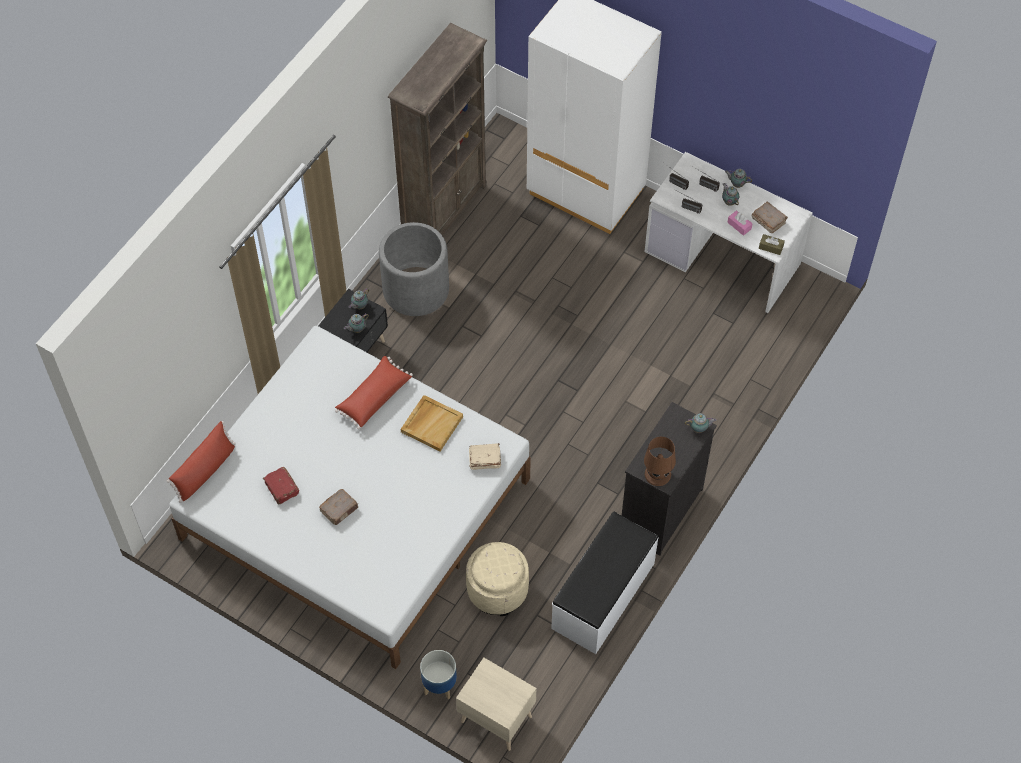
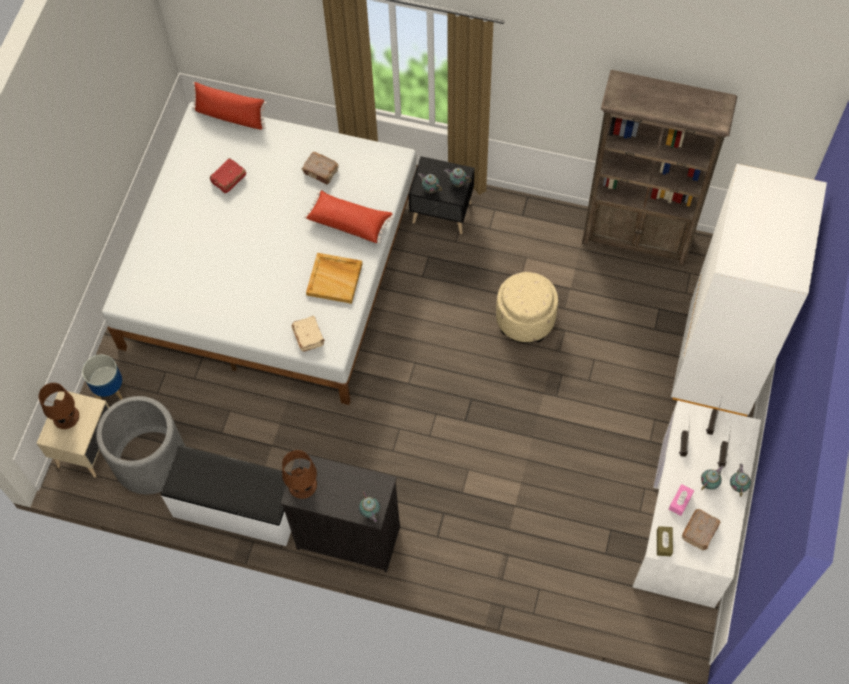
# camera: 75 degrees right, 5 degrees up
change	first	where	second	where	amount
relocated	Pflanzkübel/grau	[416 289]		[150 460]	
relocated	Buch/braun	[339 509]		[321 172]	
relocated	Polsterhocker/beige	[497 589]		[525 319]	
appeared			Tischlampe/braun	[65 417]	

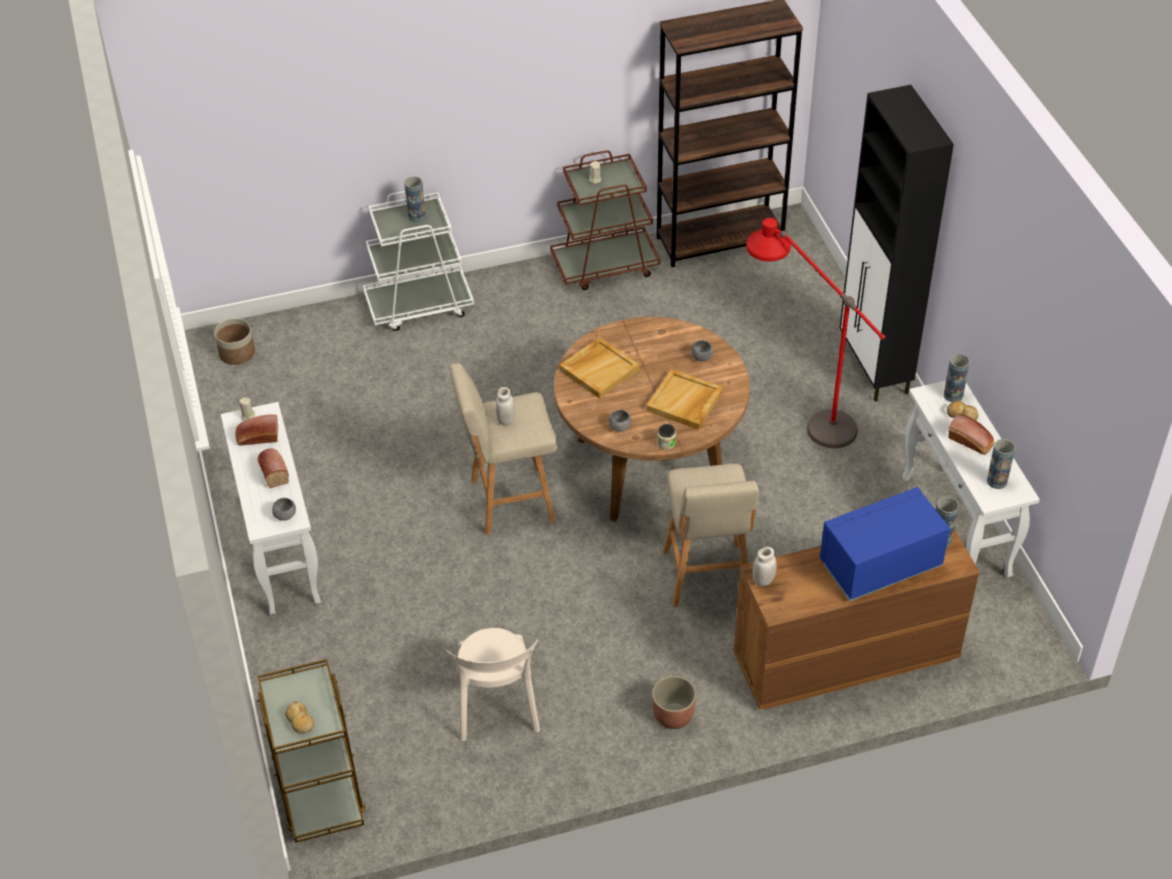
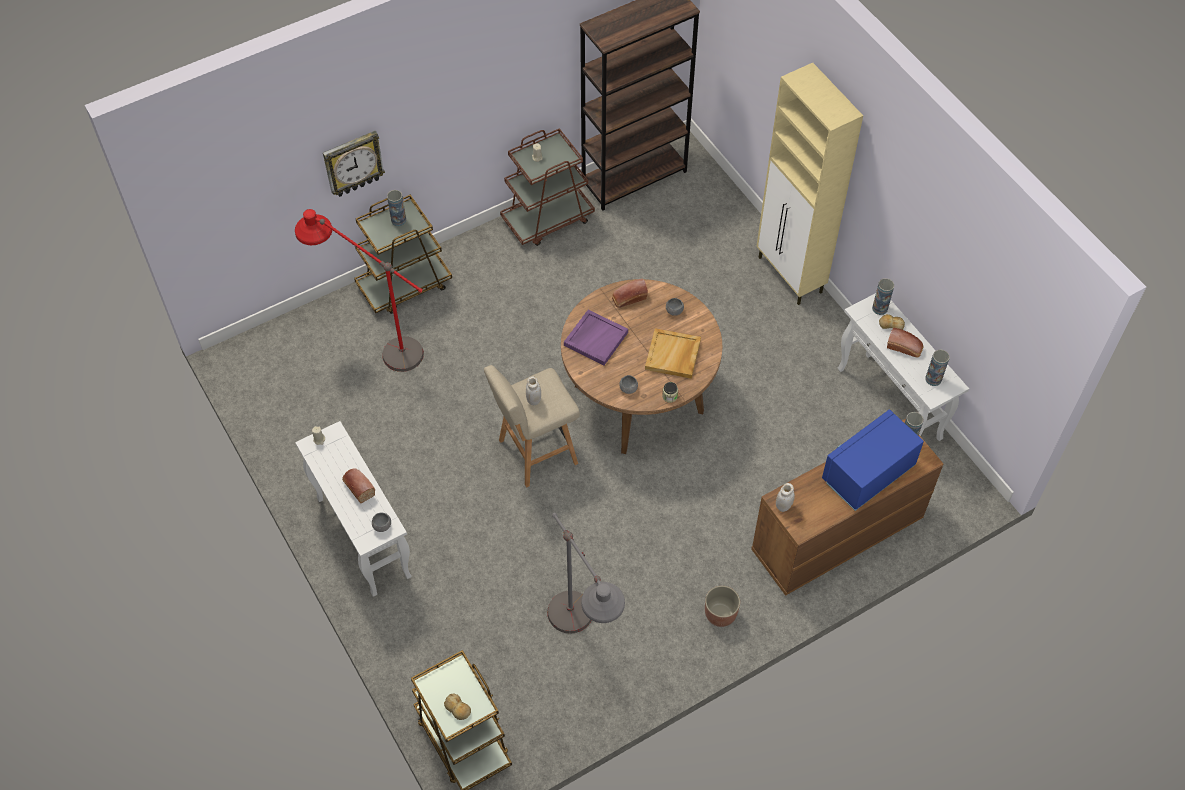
# camera: 15 degrees left, 10 degrees up
change	first	where	second	where	amount
colour	Schrank/schwarz	[874 369]	Schrank/beige	[790 276]	
colour	Rollwagen/weiß	[420 305]	Rollwagen/braun	[405 285]	
relocated	Stehlampe/rot	[801 414]		[376 345]	
missing	Pflanzkübel	[237 353]			
colour	Tablett/beige	[599 369]	Tablett/lila	[595 338]	
relocated	Brot	[257 437]		[628 298]	
missing	Hocker/beige	[707 577]			
exchanged	Stuhl/beige	[497 710]	Stehlampe/grau	[582 640]	
appeared			Wanduhr	[353 163]	

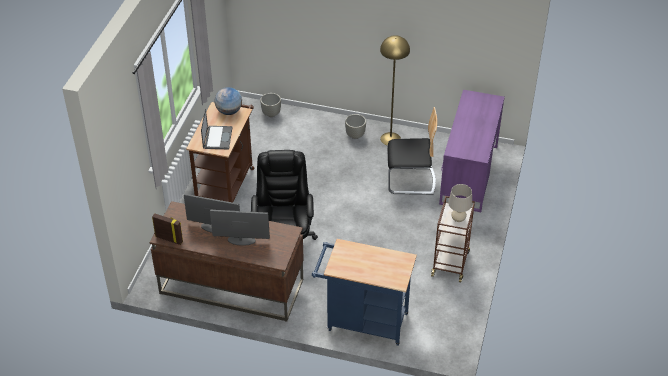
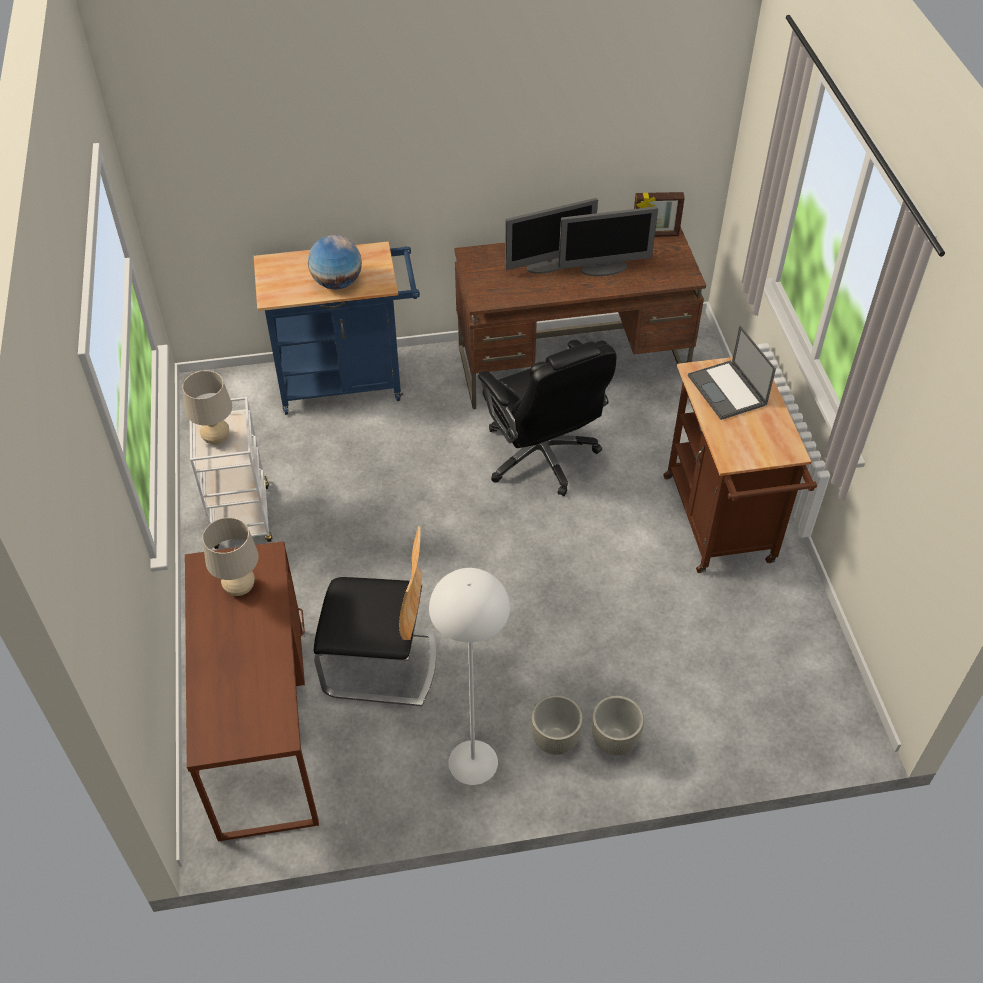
# camera: 155 degrees right, 5 degrees up
change	first	where	second	where	amount
colour	Stehlampe/gelb	[390 139]	Stehlampe/weiß	[472 762]	
relocated	Globus	[229 111]		[337 283]	
colour	Schreibtisch/lila	[468 174]	Schreibtisch/braun	[263 728]	
relocated	Pflanzkübel/grau	[271 113]		[614 741]	
spun	Stuhl	[410 180]		[380 665]	150 degrees counterclockwise
colour	Rollwagen/braun	[450 263]	Rollwagen/weiß	[242 518]	
appeared			Tischlampe/beige	[240 588]	

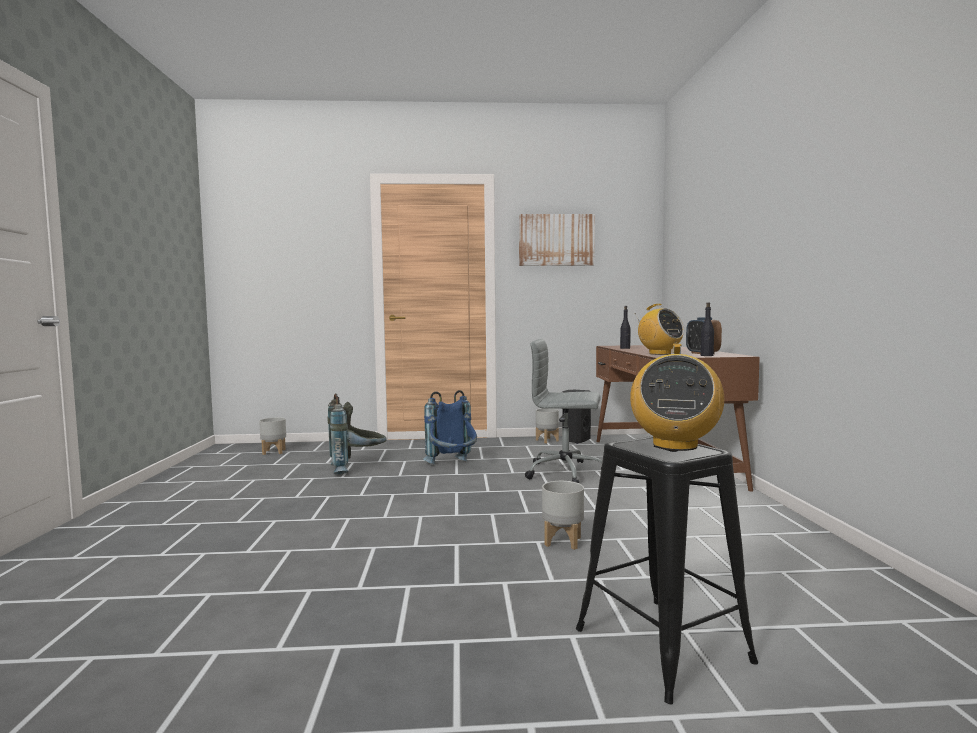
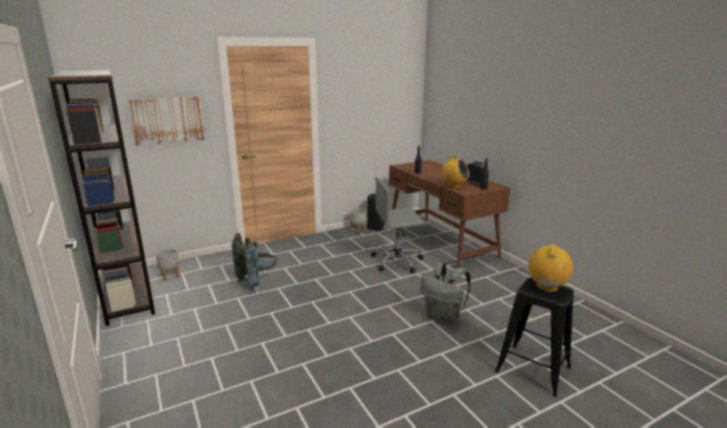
# camera: 25 degrees left, 15 degrees up
change	first	where	second	where	amount
relocated	Bild	[556 240]		[168 120]	
spun	Radio	[674 445]		[547 287]	150 degrees counterclockwise
missing	Rucksack/blau	[453 467]			
exchanged	Pflanzkübel/grau	[563 541]	Rucksack/grau	[443 318]	
appeared			Bücherregal/braun	[128 295]	

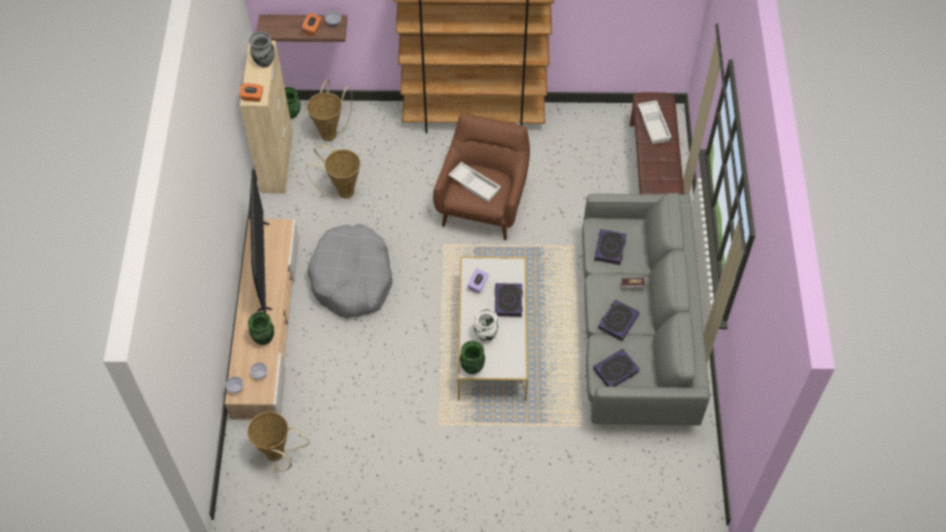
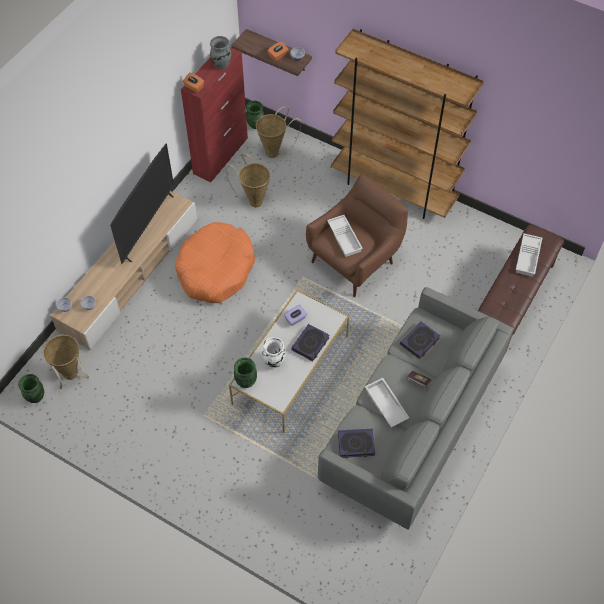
# camera: 30 degrees right, 0 degrees up
change	first	where	second	where	amount
colour	Schrank/beige	[277 161]	Schrank/rot	[221 155]	
colour	Hundebett/grau	[352 278]	Hundebett/orange	[216 270]	
exchanged	Buch	[618 321]	Tablett/weiß	[385 405]	
relocated	Vase/grün	[264 339]		[36 397]	

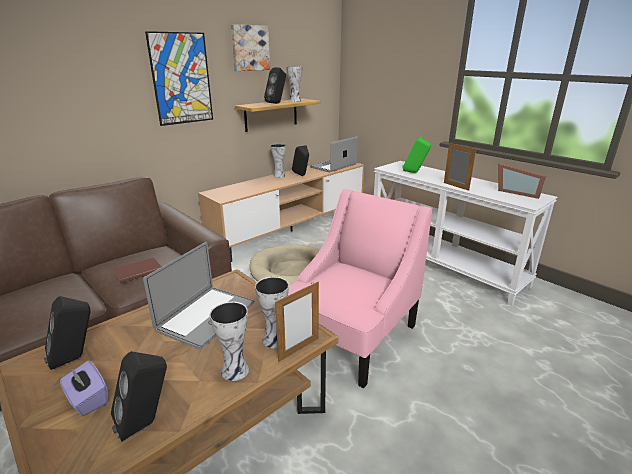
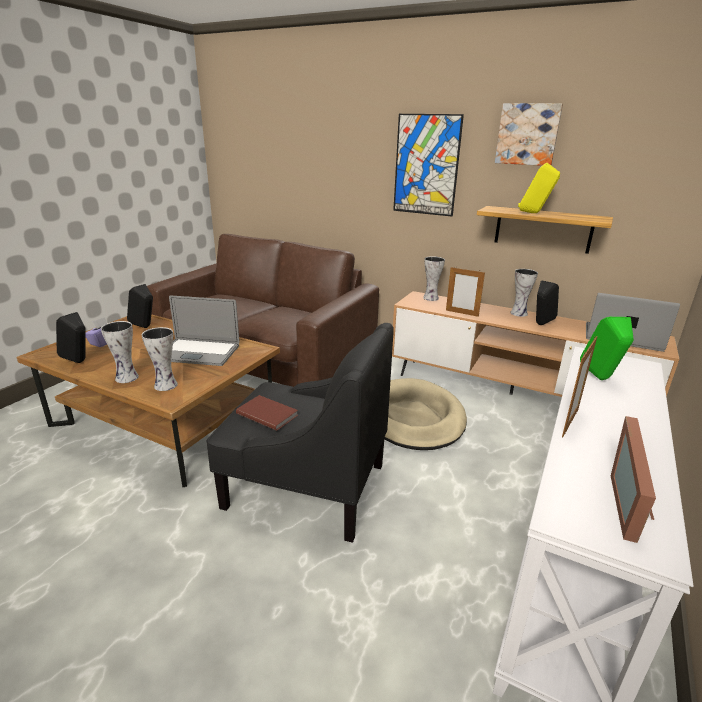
# camera: 70 degrees right, 0 degrees up
change	first	where	second	where	amount
relocated	Vase	[295 101]		[430 298]	
colour	Lautsprecher/schwarz	[277 103]	Lautsprecher/gelb	[534 213]	
colour	Sessel/rosa	[351 336]	Sessel/schwarz	[305 486]	
relocated	Buch/braun	[137 271]		[267 414]	
relocated	Bilderrahmen	[299 349]		[462 313]	

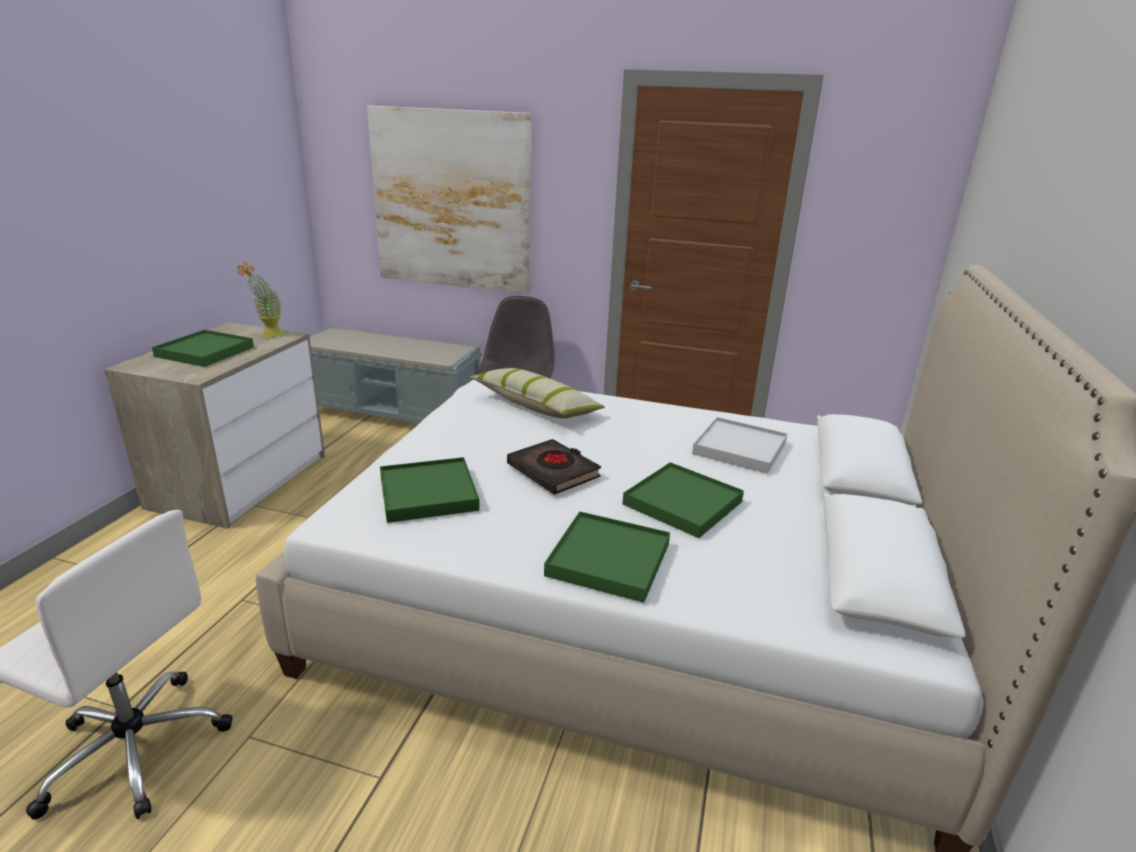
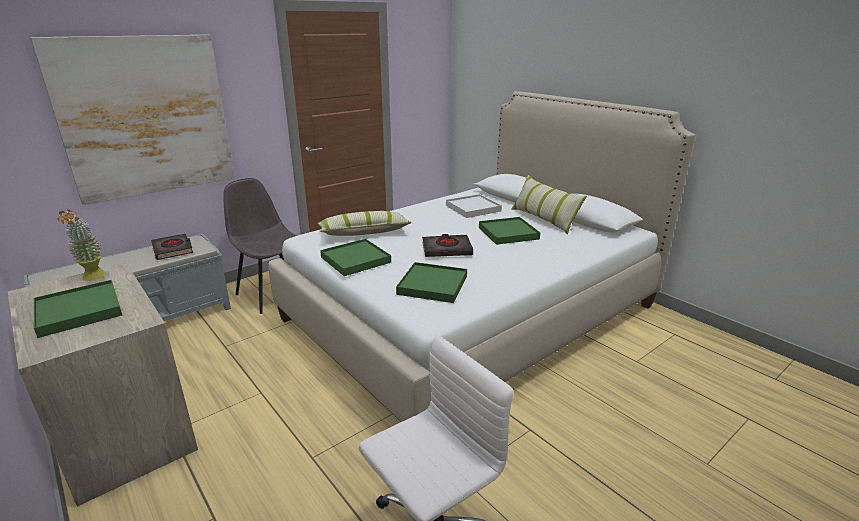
# camera: 55 degrees left, 0 degrees up
change	first	where	second	where	amount
relocated	Tablett/grün	[608 560]		[356 260]	
appeared			Kissen	[544 219]	
appeared			Buch/schwarz	[173 250]	

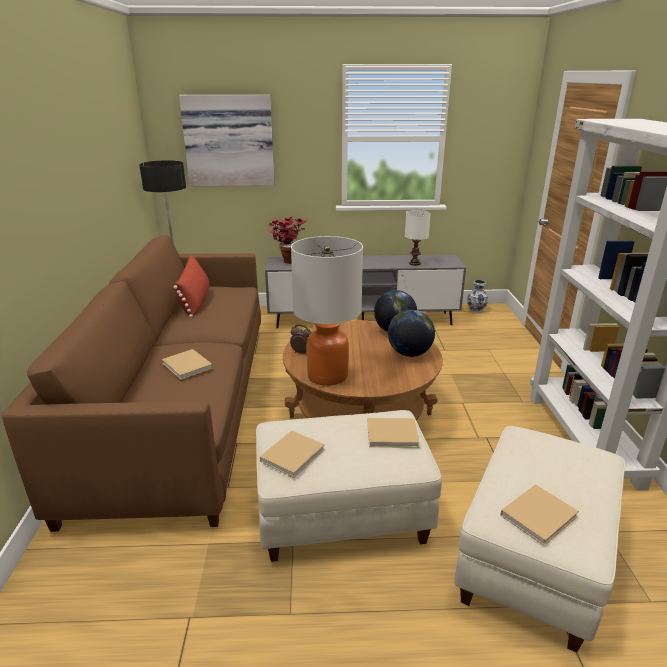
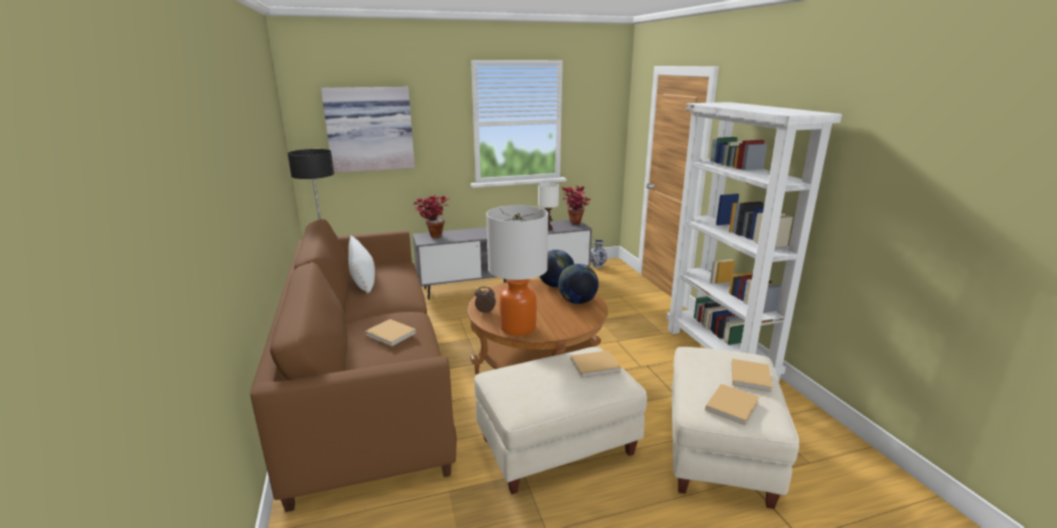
# camera: 15 degrees left, 5 degrees down
change	first	where	second	where	amount
colour	Kissen/rot	[195 301]	Kissen/weiß	[363 278]	
relocated	Buch/beige	[294 454]		[750 376]	
appeared			Topfpflanze	[575 224]	

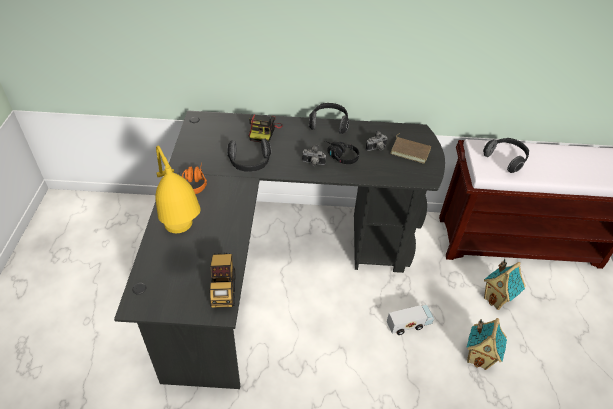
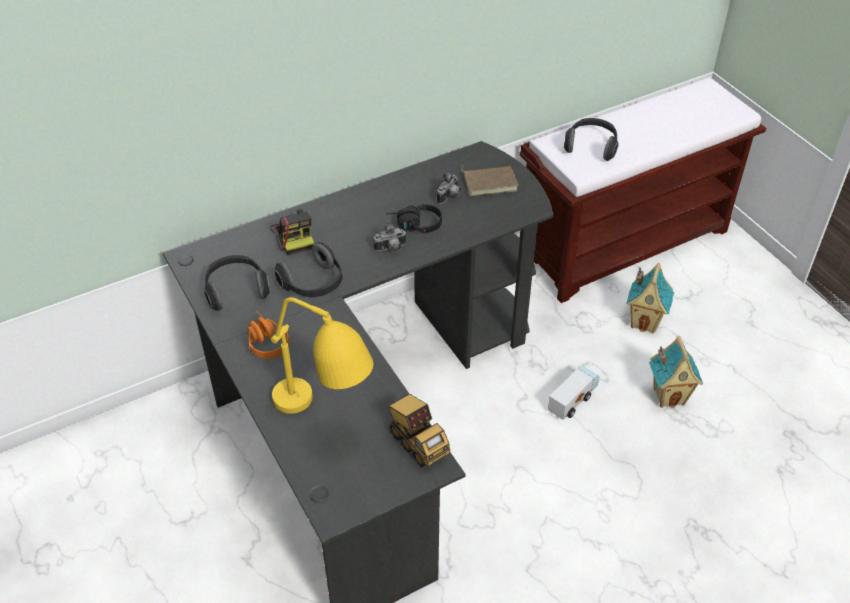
# camera: 30 degrees left, 0 degrees up
change	first	where	second	where	amount
relocated	Kopfhörer	[329 124]		[236 290]	

